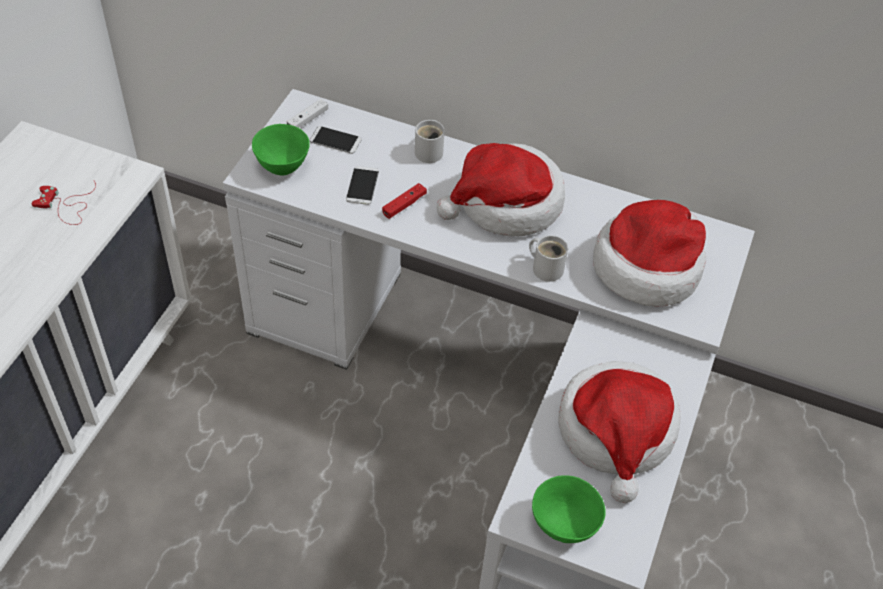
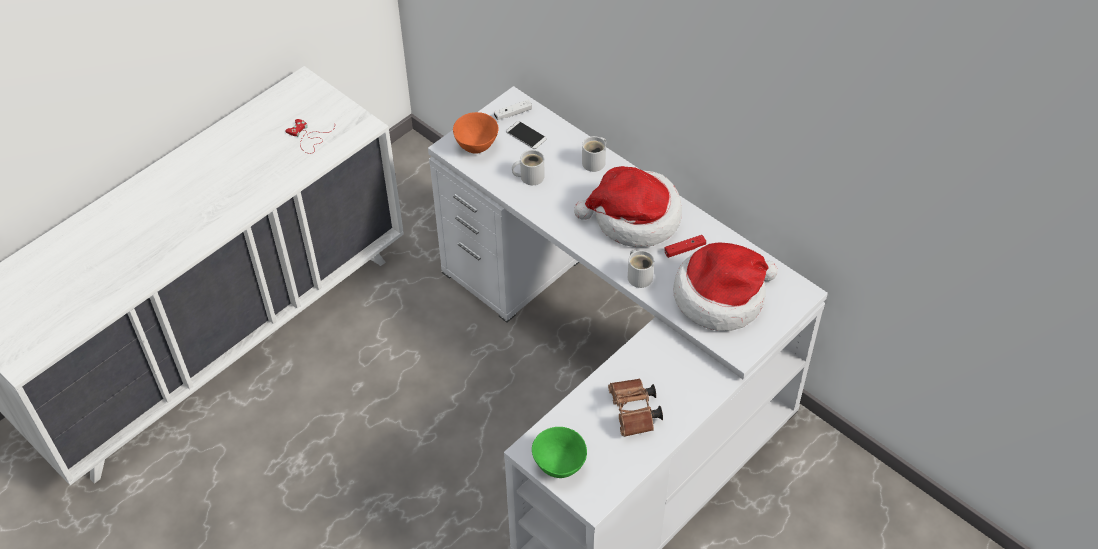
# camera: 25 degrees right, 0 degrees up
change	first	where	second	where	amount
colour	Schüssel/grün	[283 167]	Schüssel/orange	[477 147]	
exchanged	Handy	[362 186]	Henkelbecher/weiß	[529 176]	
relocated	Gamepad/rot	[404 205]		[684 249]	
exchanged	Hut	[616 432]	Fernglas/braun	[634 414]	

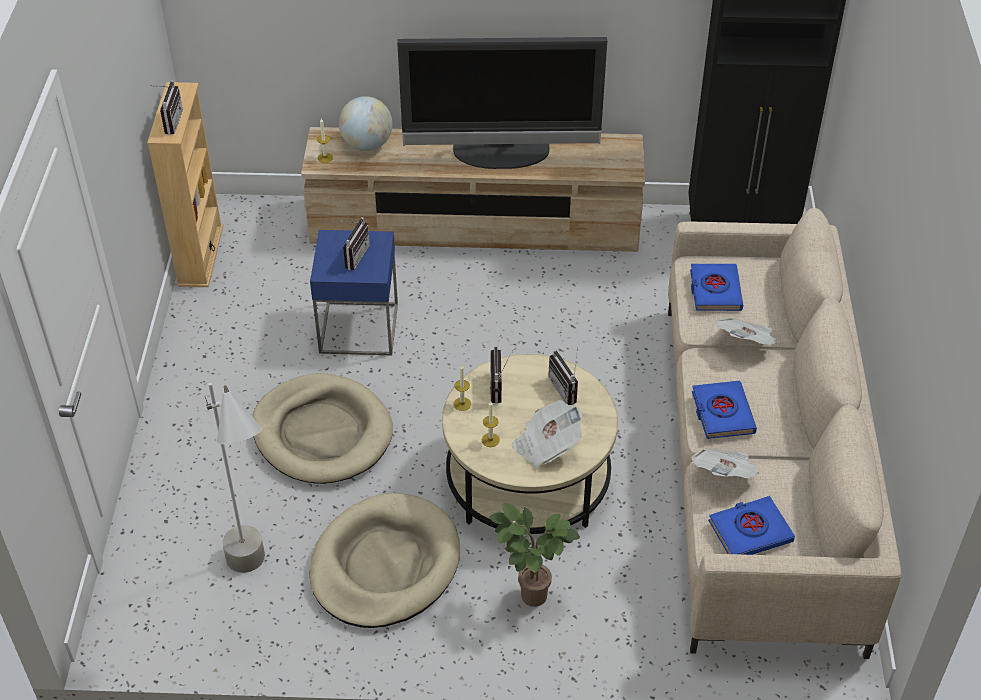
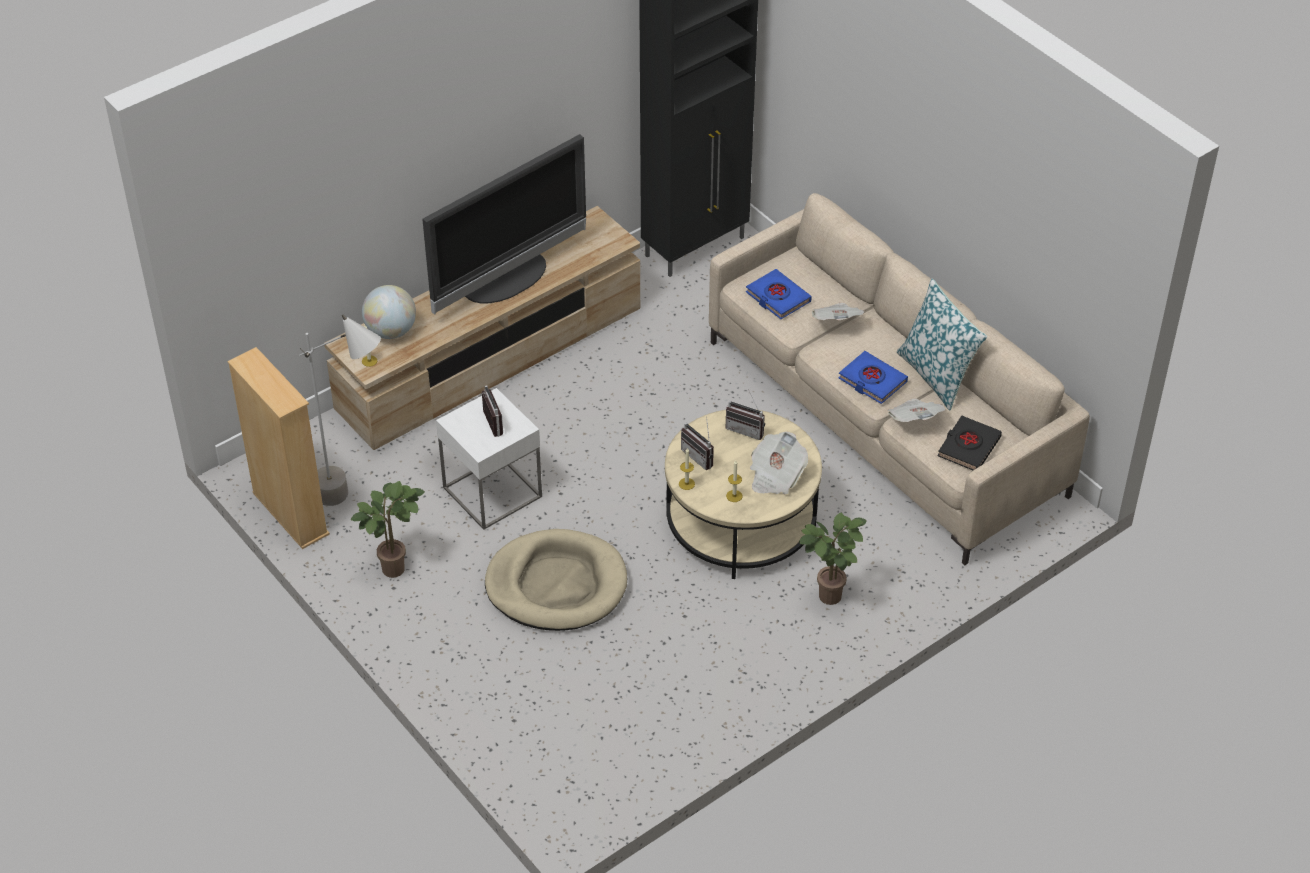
# camera: 40 degrees left, 0 degrees up
change	first	where	second	where	amount
missing	Radio	[169 122]			
colour	Beistelltisch/blau	[359 328]	Beistelltisch/weiß	[492 492]	
relocated	Stehlampe/grau	[258 580]		[357 501]	
missing	Hundebett/beige	[385 565]			
colour	Buch/blau	[750 531]	Buch/schwarz	[968 447]	
appeared			Kissen	[936 375]	
appeared			Topfpflanze	[395 566]	

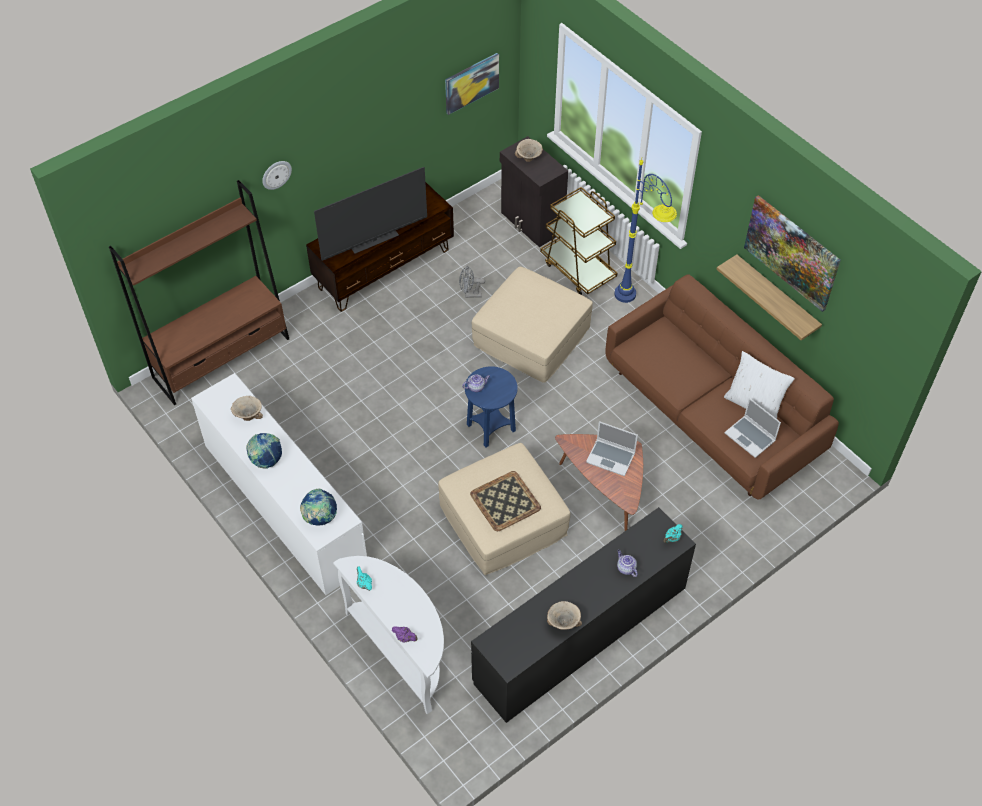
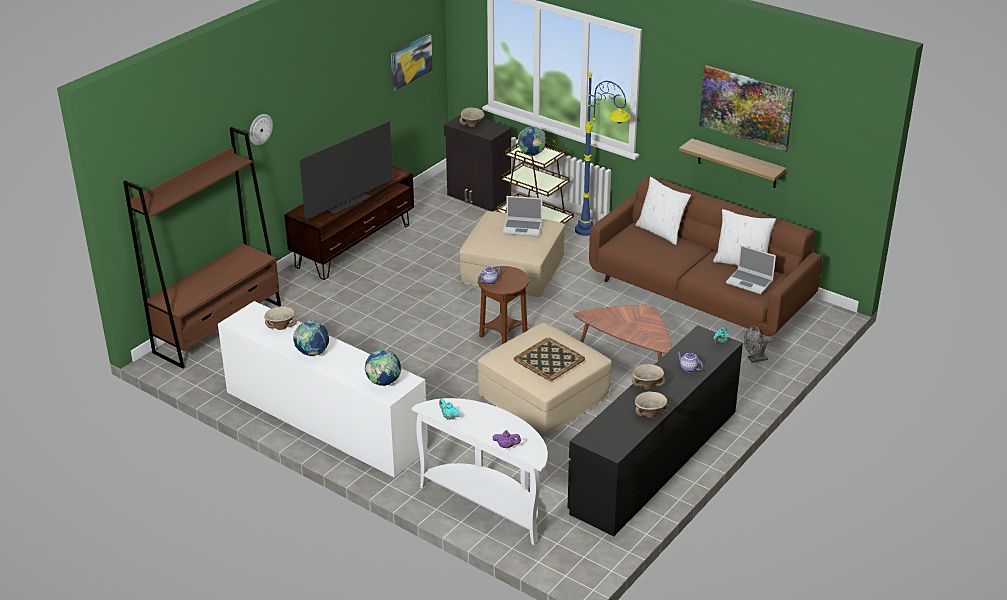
# camera: 15 degrees left, 20 degrees down
change	first	where	second	where	amount
relocated	Ventilator/grau	[470 294]		[754 359]	
colour	Beistelltisch/blau	[491 428]	Beistelltisch/braun	[503 335]	
relocated	Laptop	[611 457]		[523 228]	
appeared			Globus	[532 154]	
appeared			Kissen/weiß	[661 232]	
appeared			Schüssel/beige	[647 385]	

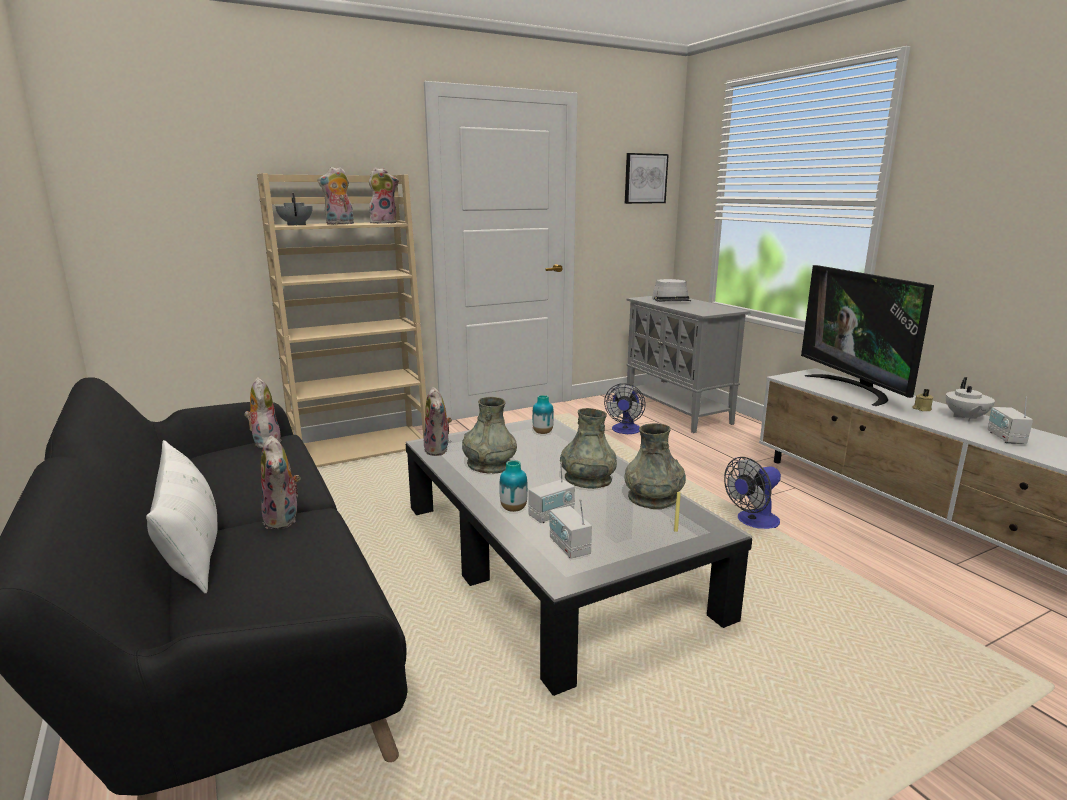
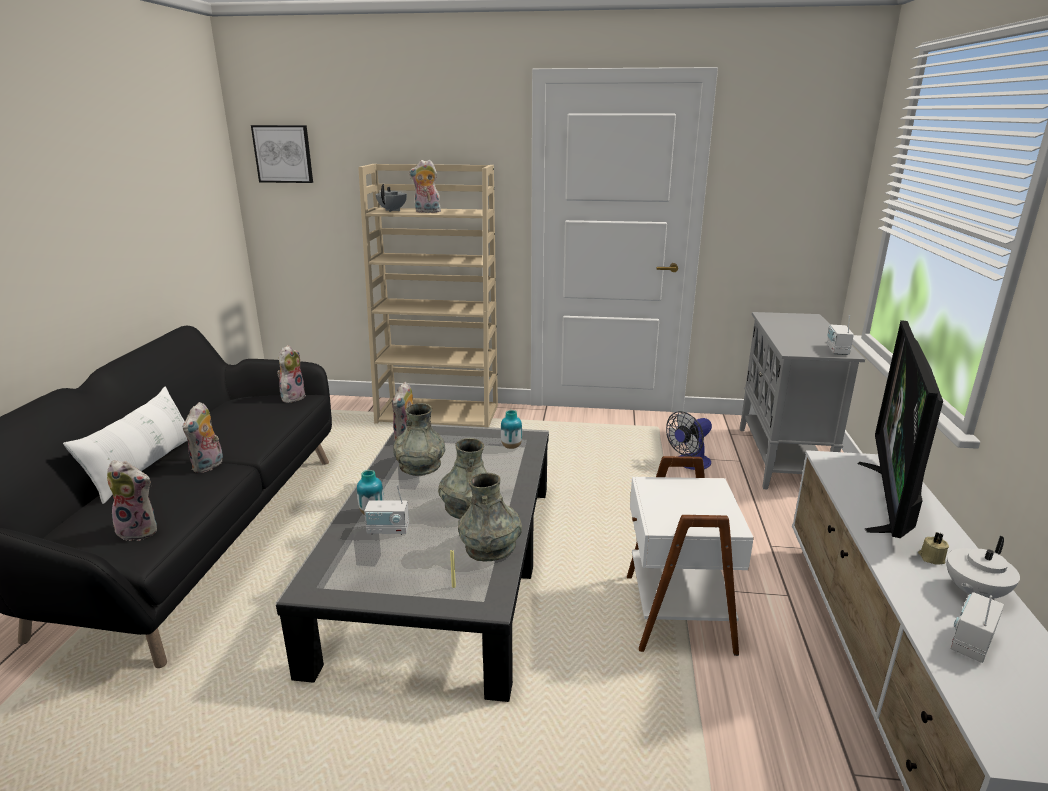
# camera: 35 degrees right, 5 degrees up
change	first	where	second	where	amount
relocated	Bild	[645 178]		[283 154]	
relocated	Plüschtier	[384 223]		[141 530]	
missing	Hut/grau	[671 299]			
exchanged	Ventilator	[753 522]	Beistelltisch/weiß	[675 613]	
relocated	Radio	[569 547]		[837 350]	

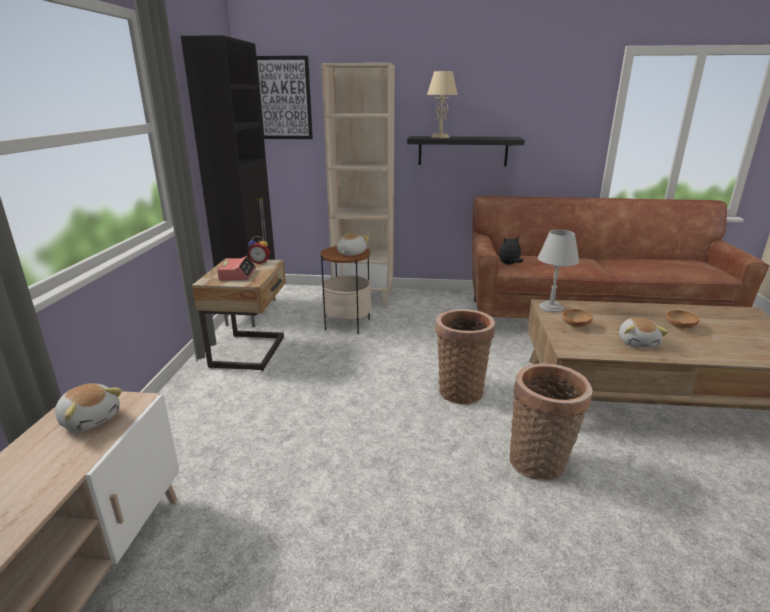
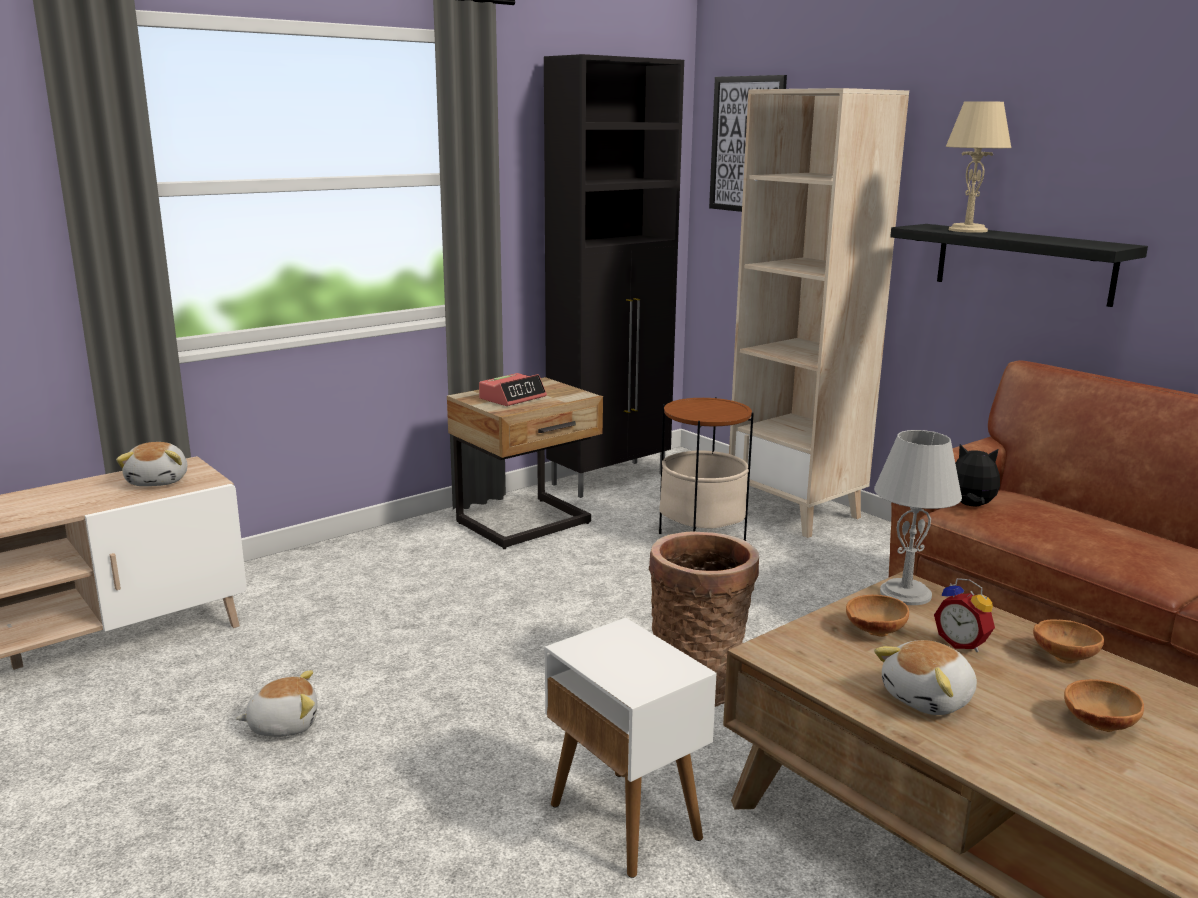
# camera: 45 degrees right, 5 degrees down
change	first	where	second	where	amount
relocated	Plüschtier	[351 253]		[283 724]	
relocated	Wecker	[260 262]		[962 643]	
exchanged	Korb	[540 463]	Beistelltisch/weiß	[626 822]	
appeared			Schüssel/braun	[1064 656]	

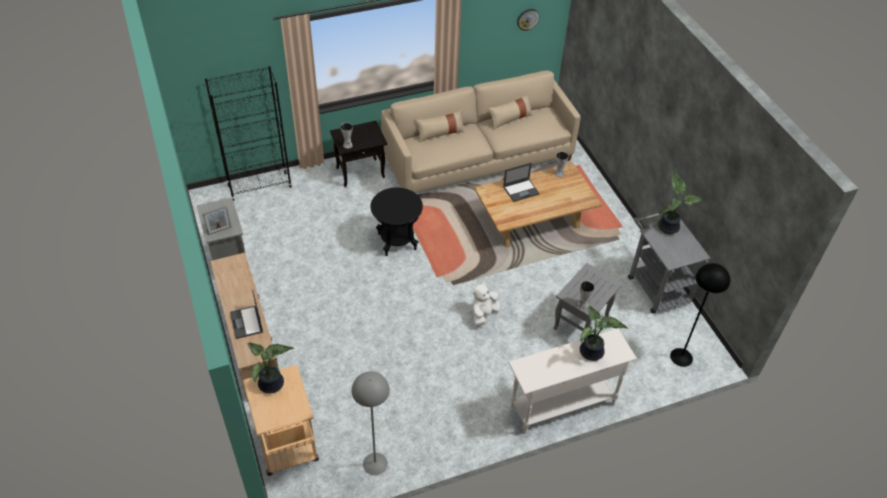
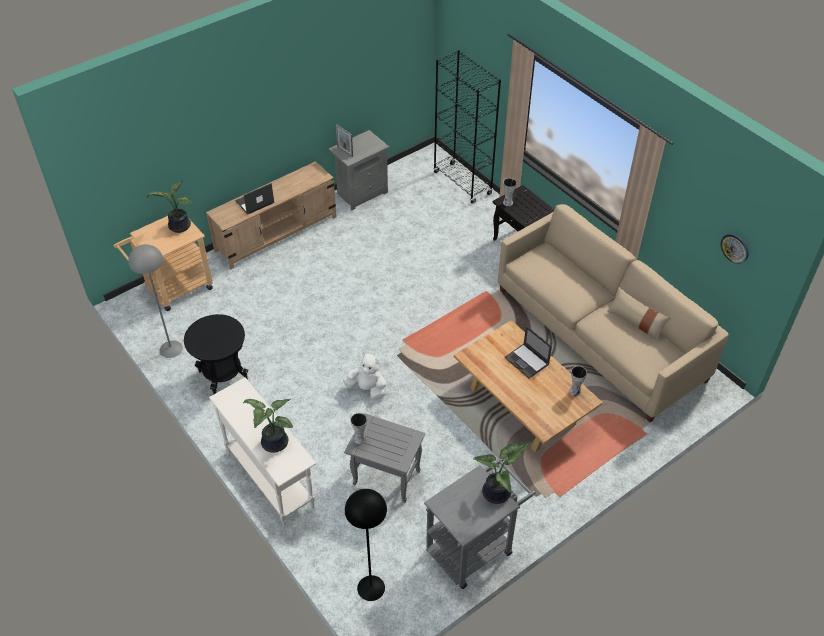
# camera: 75 degrees right, 0 degrees up
change	first	where	second	where	amount
missing	Kissen/beige	[440 133]			
relocated	Beistelltisch/schwarz	[397 241]		[223 375]	

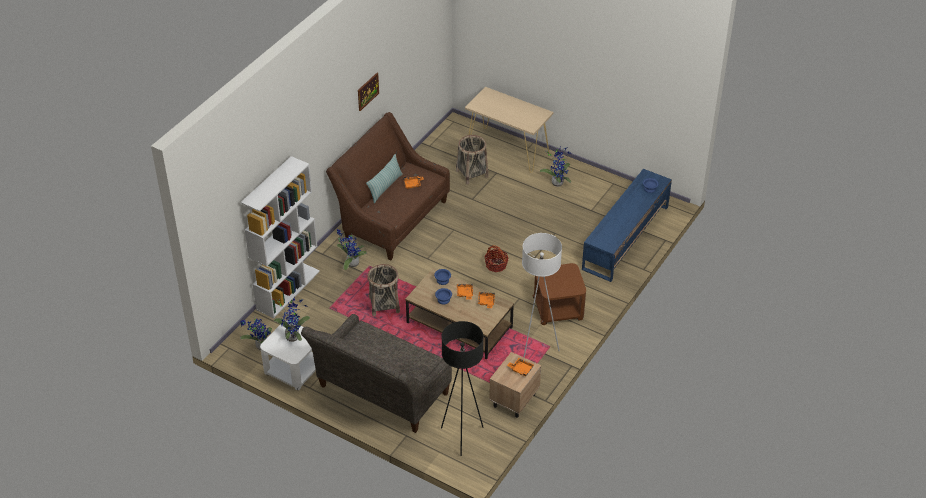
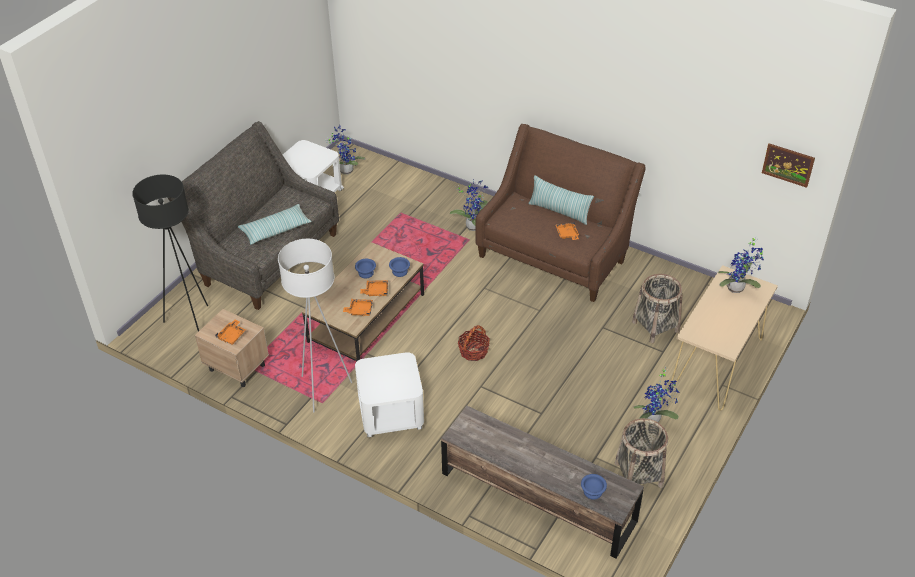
# camera: 90 degrees right, 0 degrees up
change	first	where	second	where	amount
relocated	Bild	[368 91]		[788 165]	
missing	Bücherregal/weiß	[288 290]			
colour	Fernsehschrank/blau	[625 238]	Fernsehschrank/braun	[537 496]	
colour	Beistelltisch/braun	[558 308]	Beistelltisch/weiß	[391 413]	
relocated	Korb	[384 305]		[639 474]	
relocated	Topfpflanze	[293 336]		[737 289]	
appeared			Kissen	[276 230]	

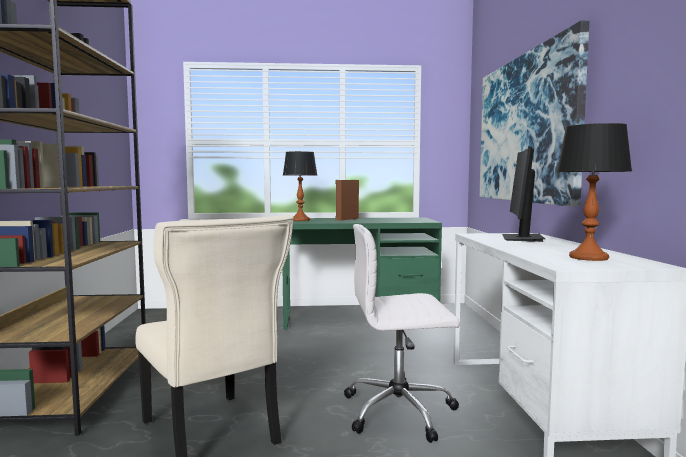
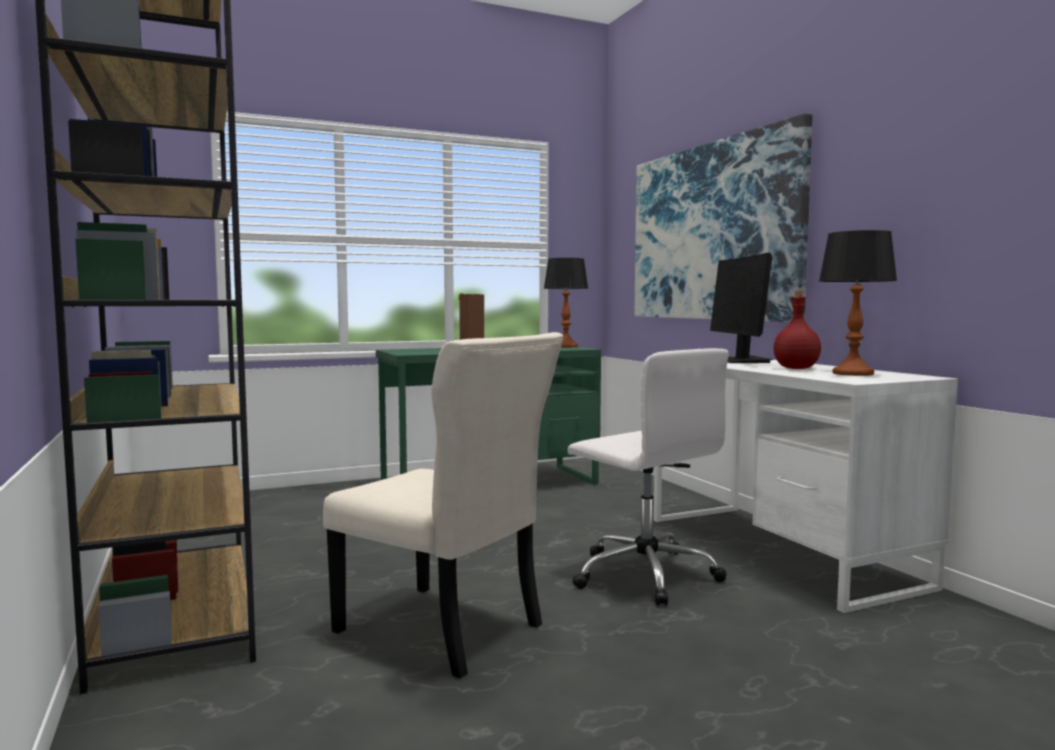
# camera: 20 degrees left, 0 degrees up
change	first	where	second	where	amount
relocated	Tischlampe	[300 220]		[565 346]	
spun	Bürostuhl/weiß	[400 411]		[644 574]	105 degrees counterclockwise
appeared			Flasche/rot	[796 368]	

